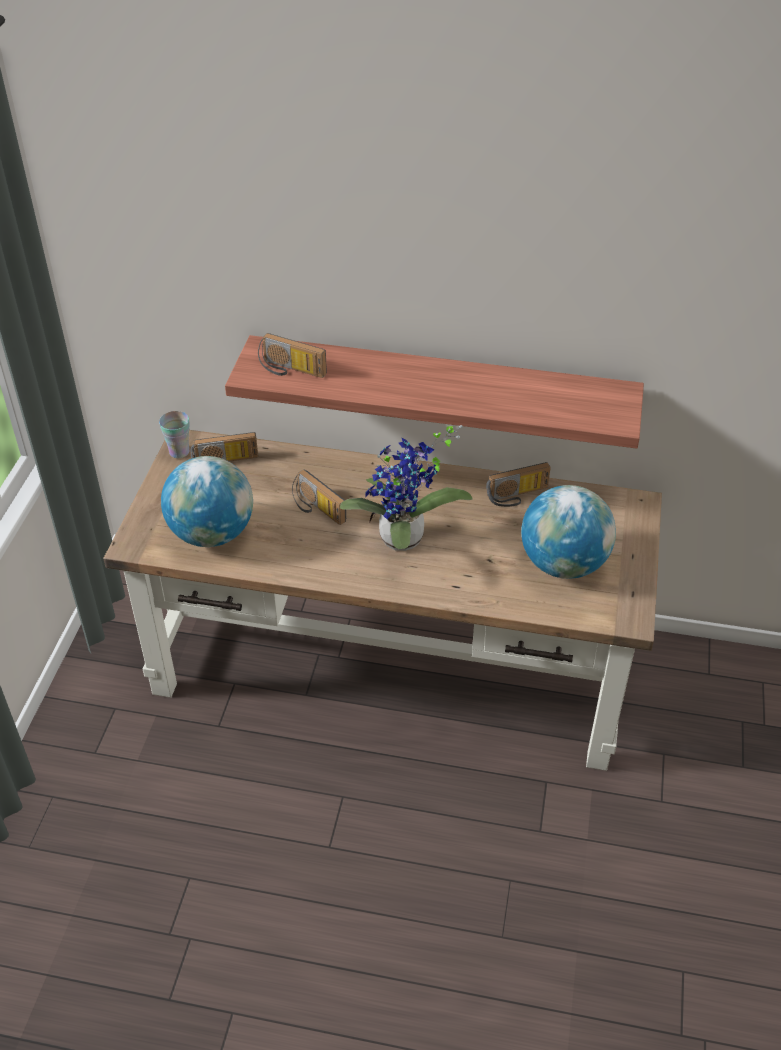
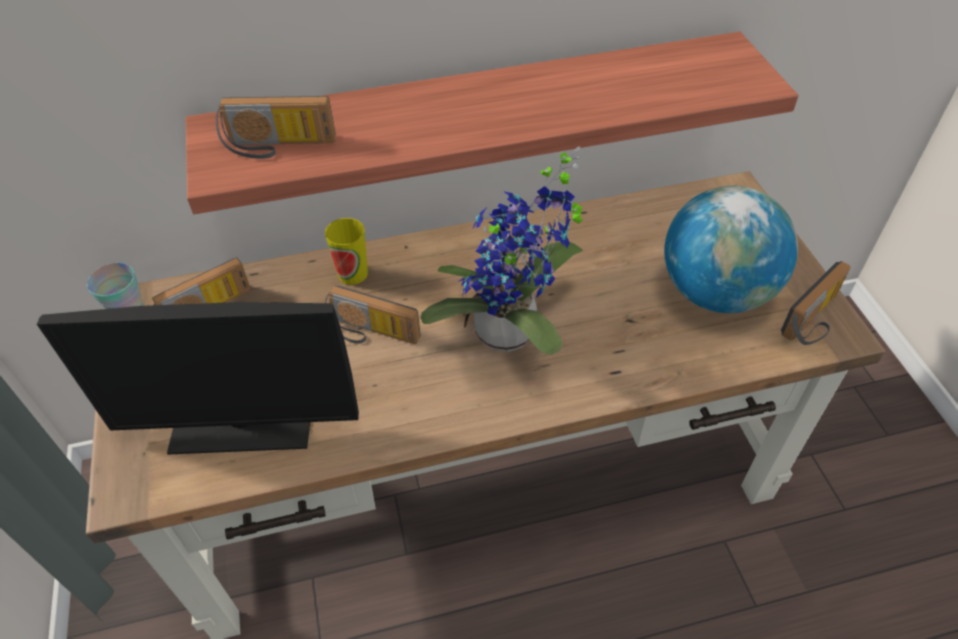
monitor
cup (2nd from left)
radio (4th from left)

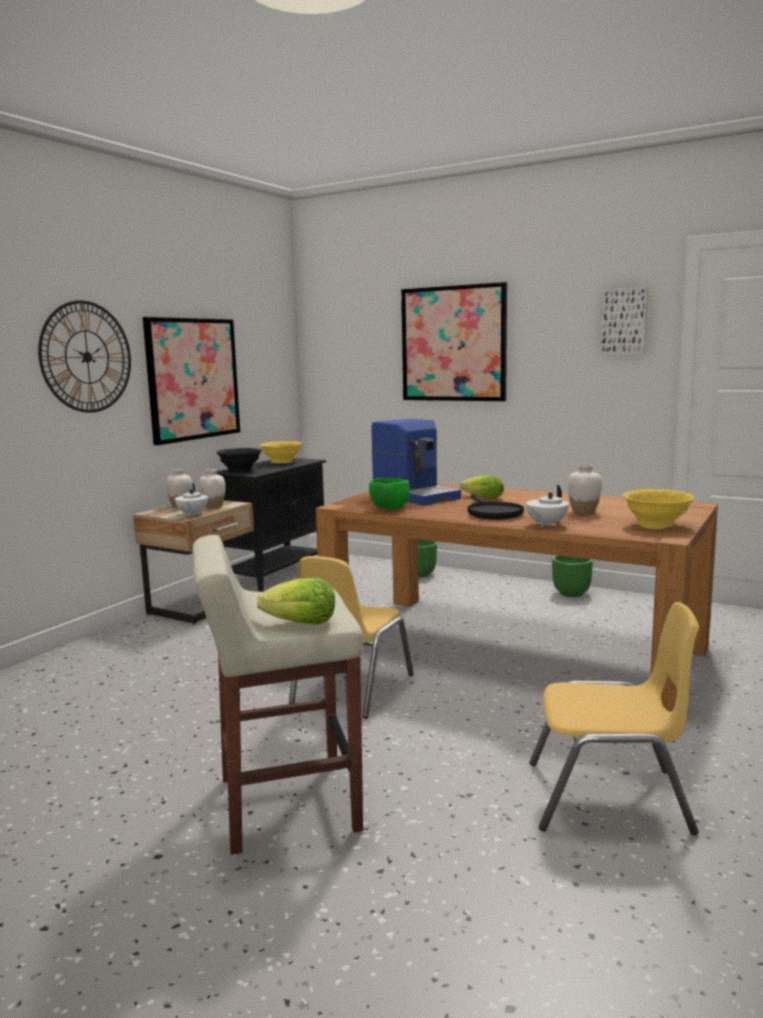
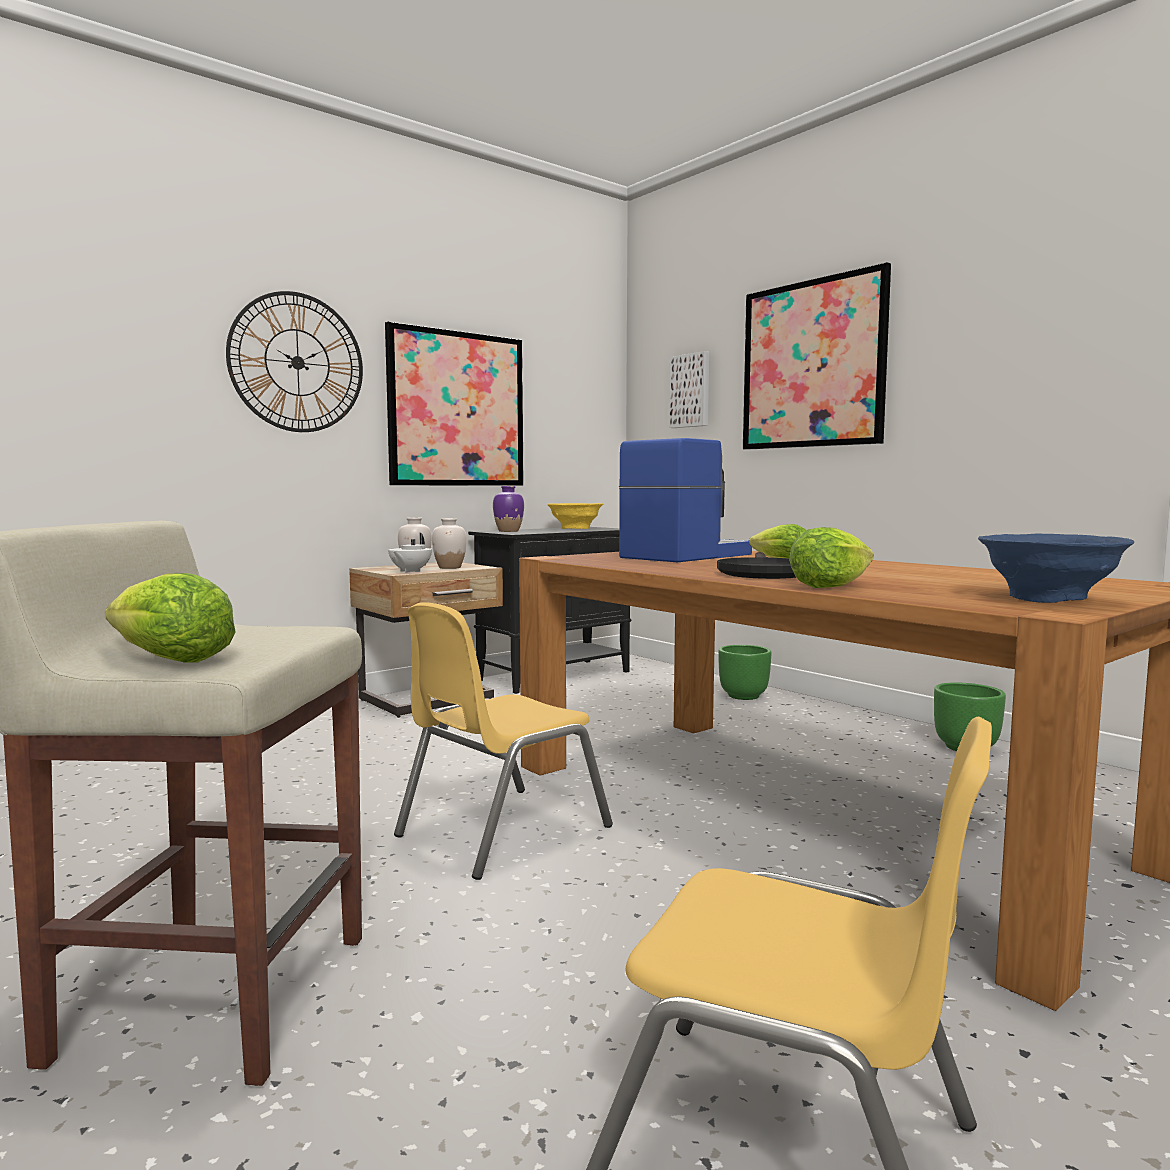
vase in purple
coffee machine
picture (2nd from left)
lettuce (3rd from left)
bowl in blue
bowl in green
vase in white (3rd from left in the first image)

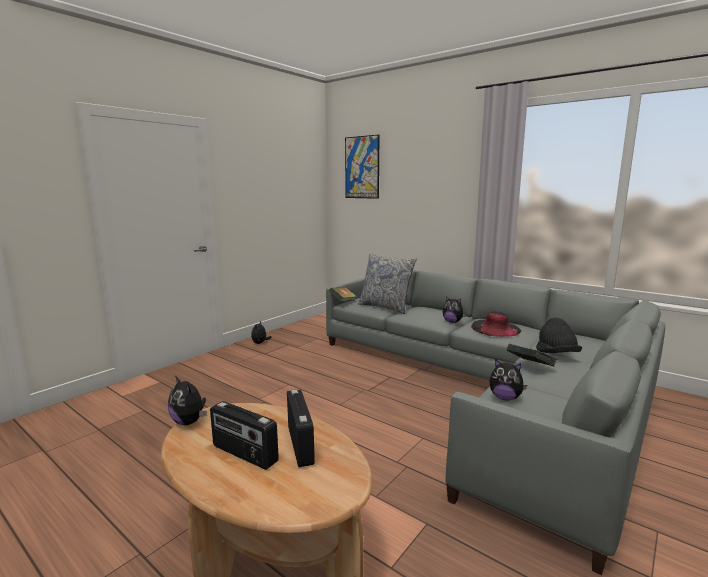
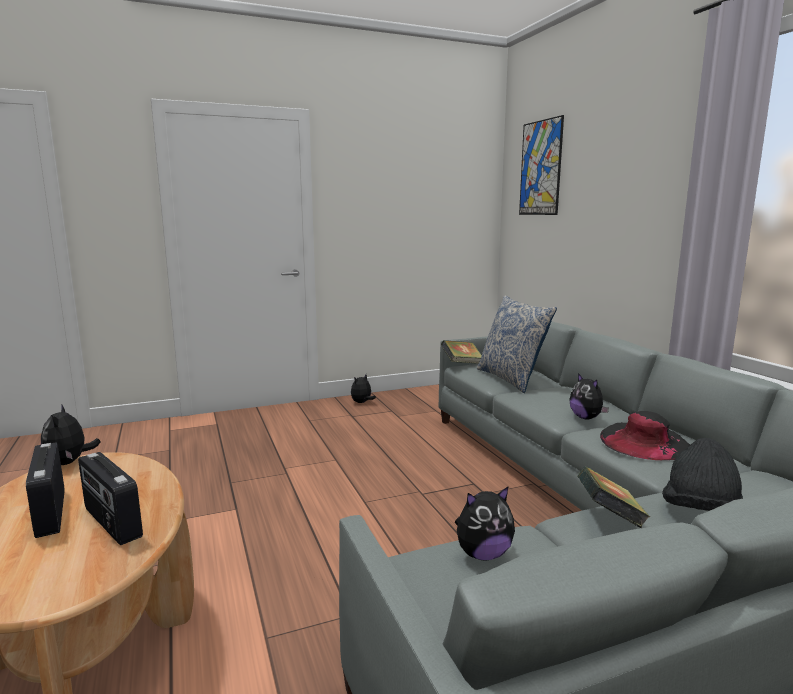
radio (2nd from left)
plush toy (3rd from left)

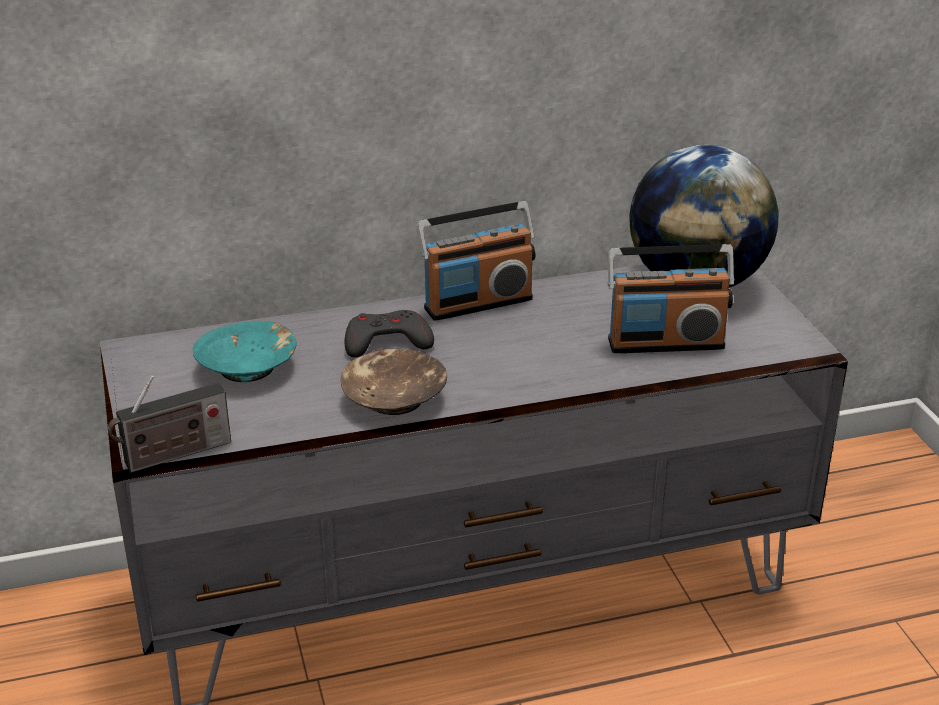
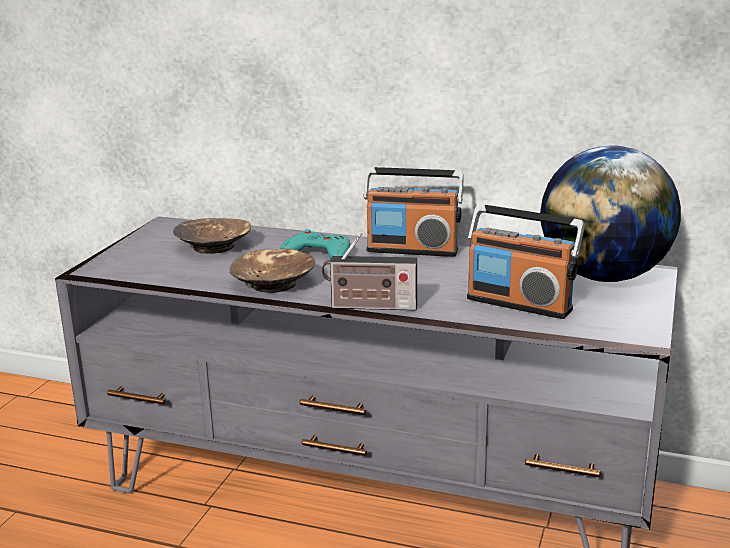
bowl in brown (1st from left)
game controller in turquoise
radio (1st from left)

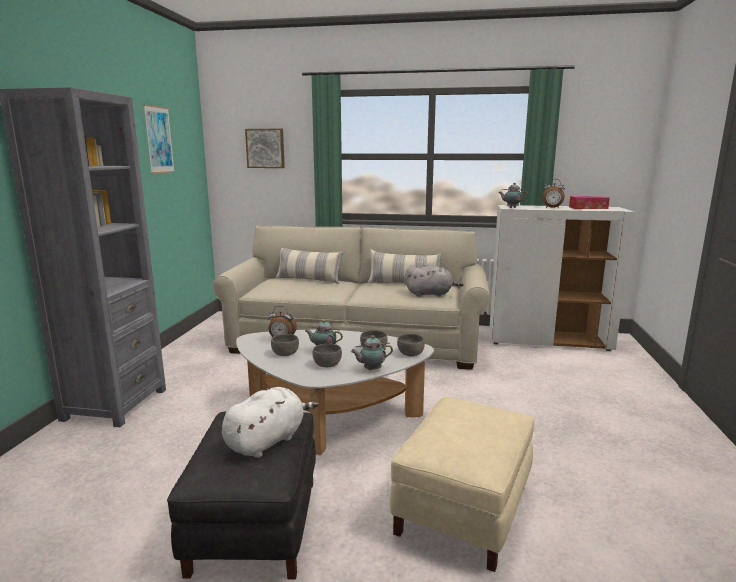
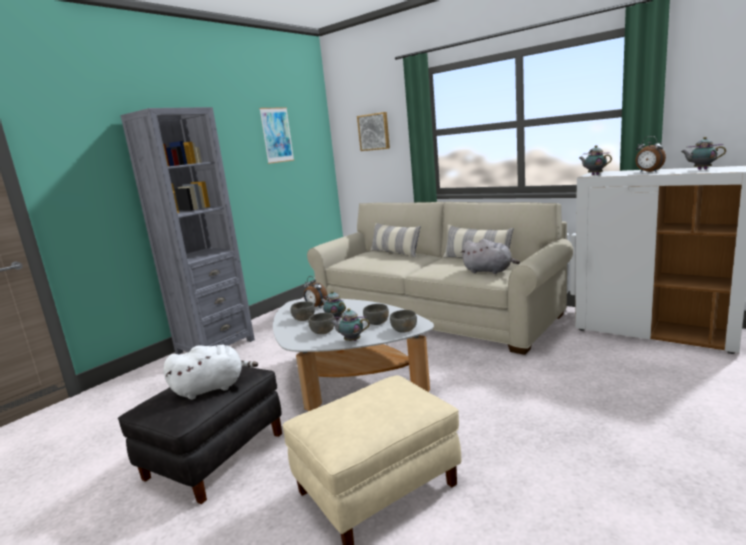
teapot (4th from left)

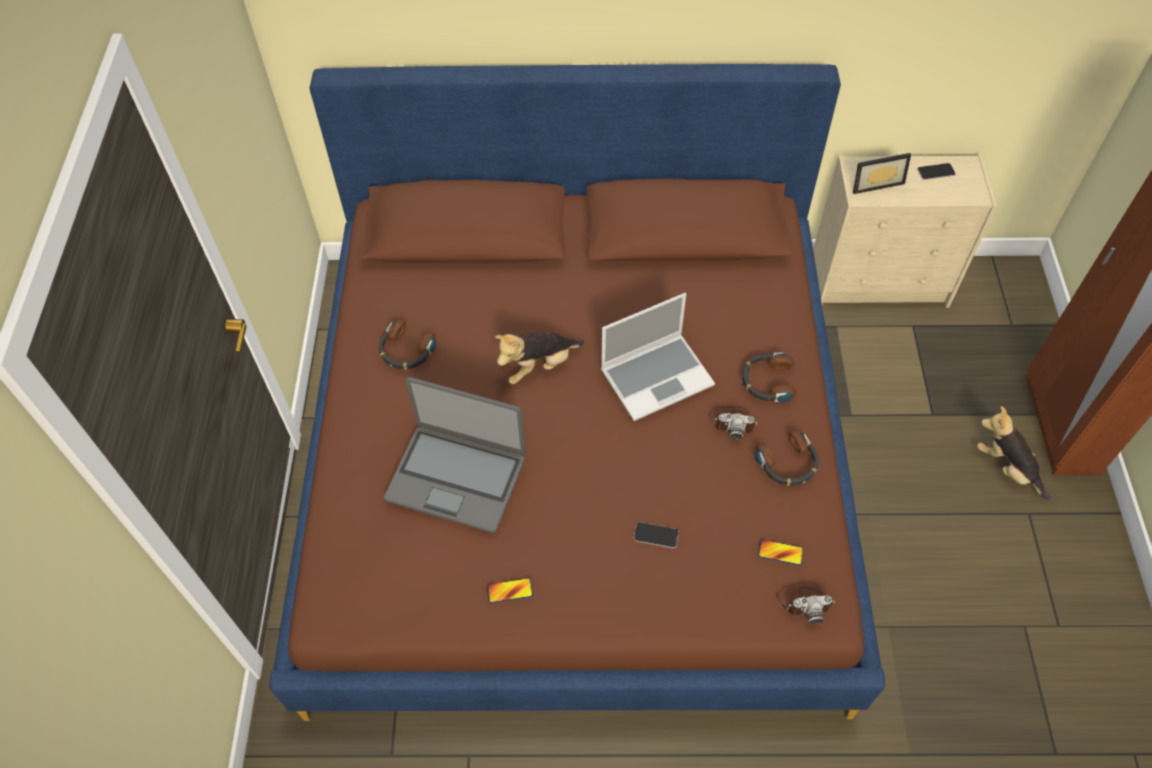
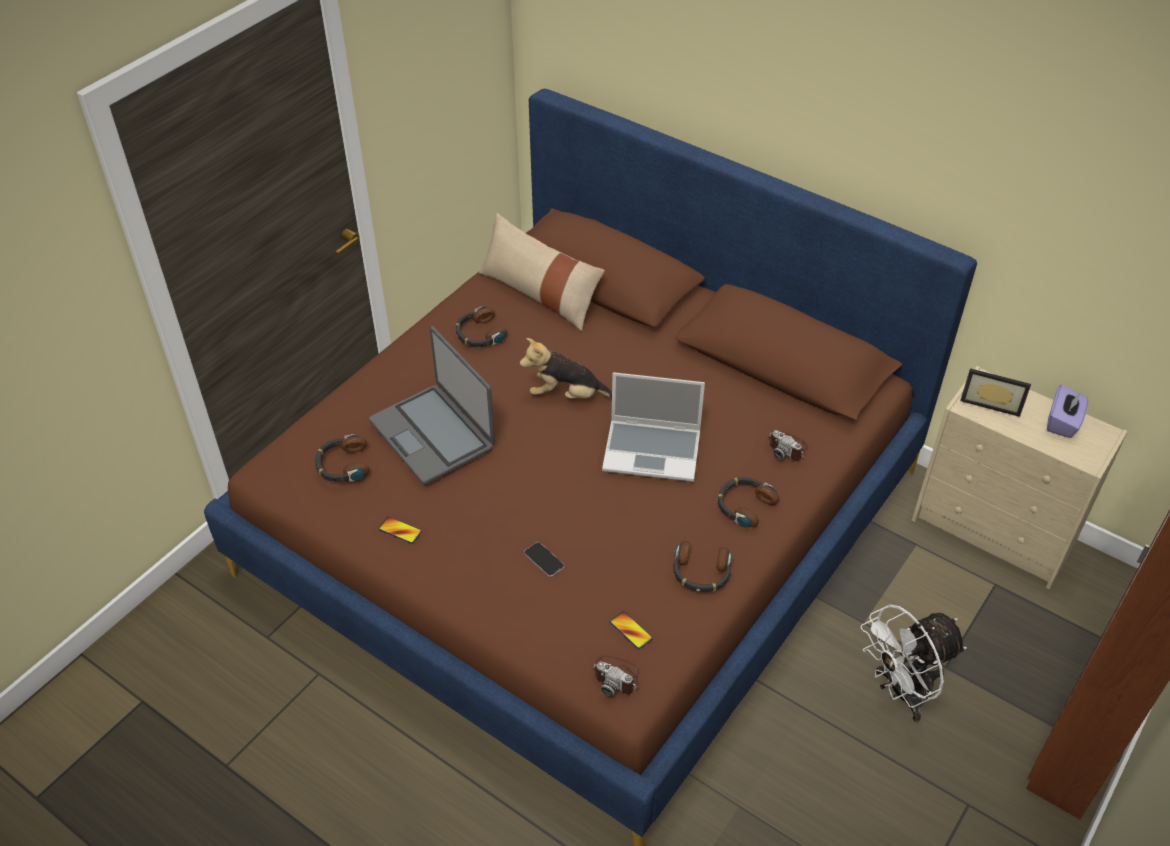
headphones (1st from left)
pillow in beige
photo camera (2nd from left)
fan in white
tissue box in purple
plush toy (2nd from left in the first image)

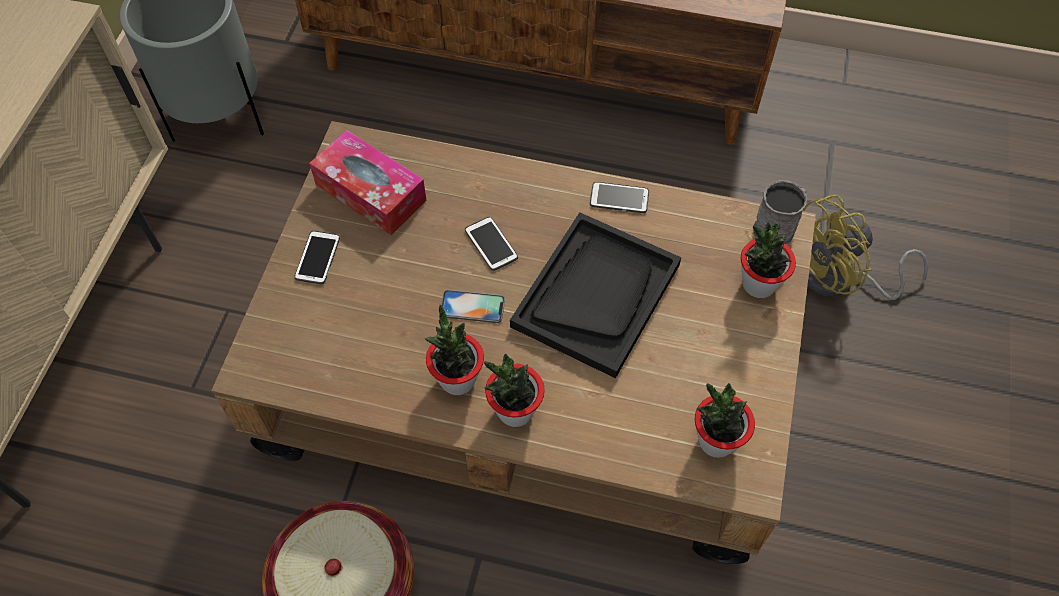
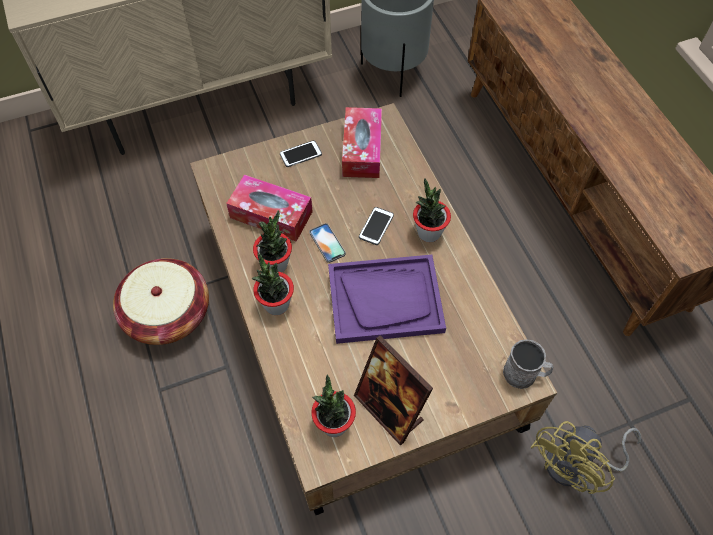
tissue box (1st from left)
tray in purple
picture frame
potted plant (4th from left)
fan in yellow
phone (4th from left in the first image)

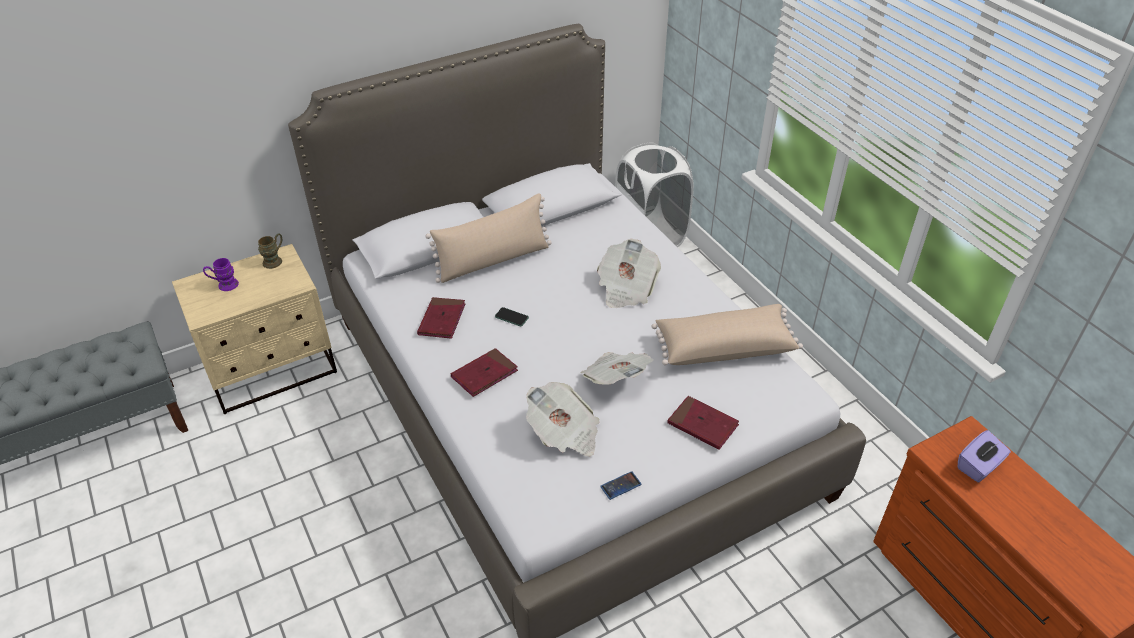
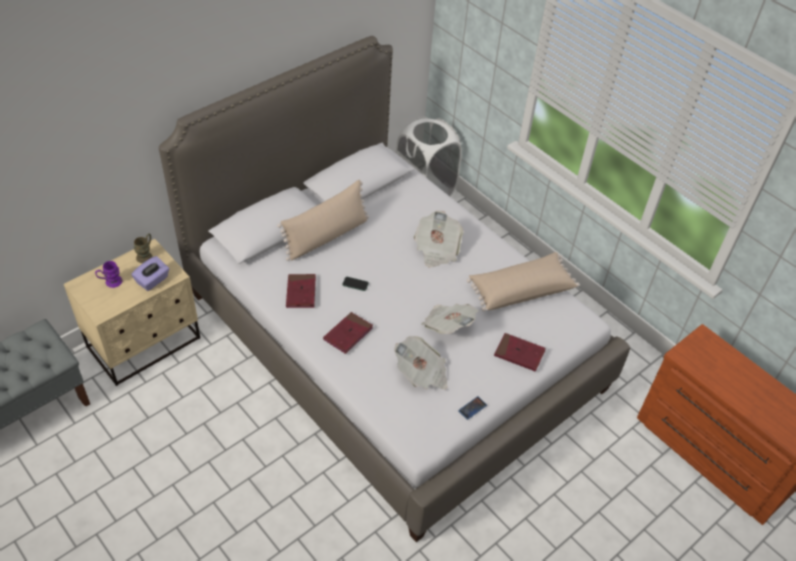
tissue box in purple

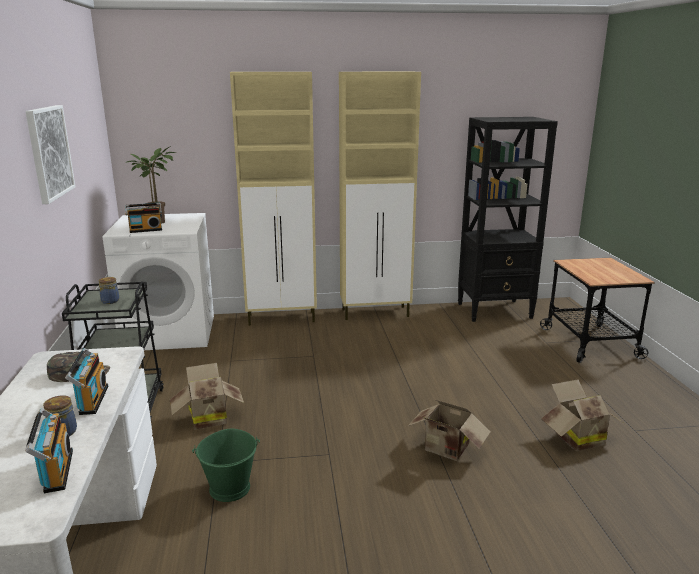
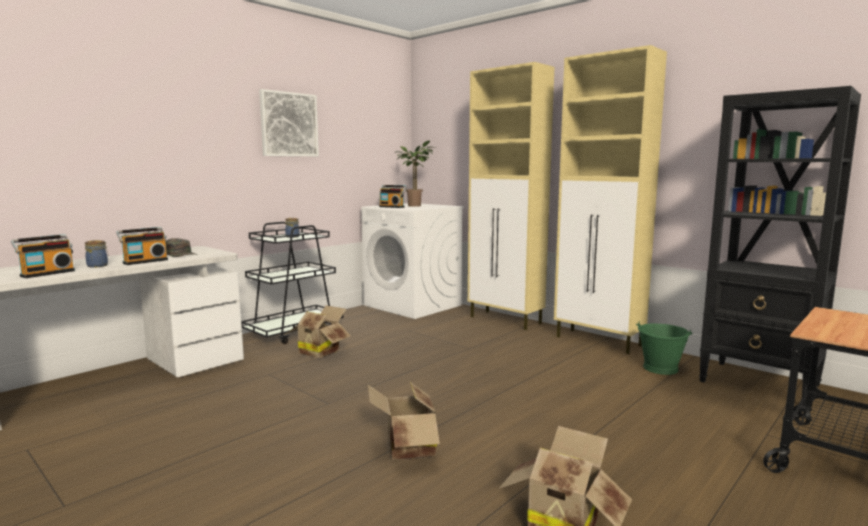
bucket in green

